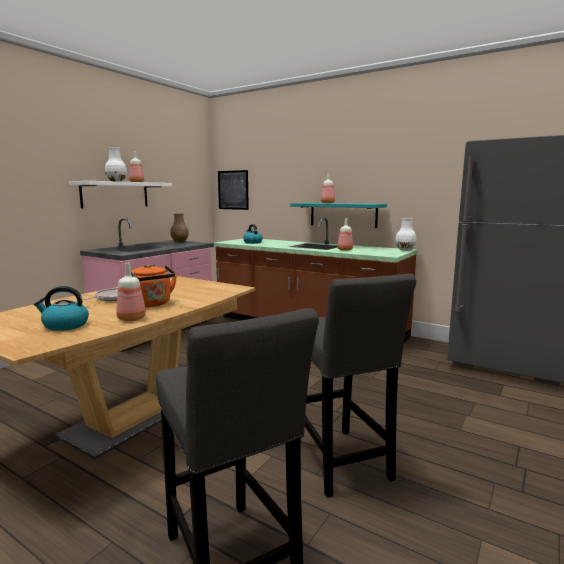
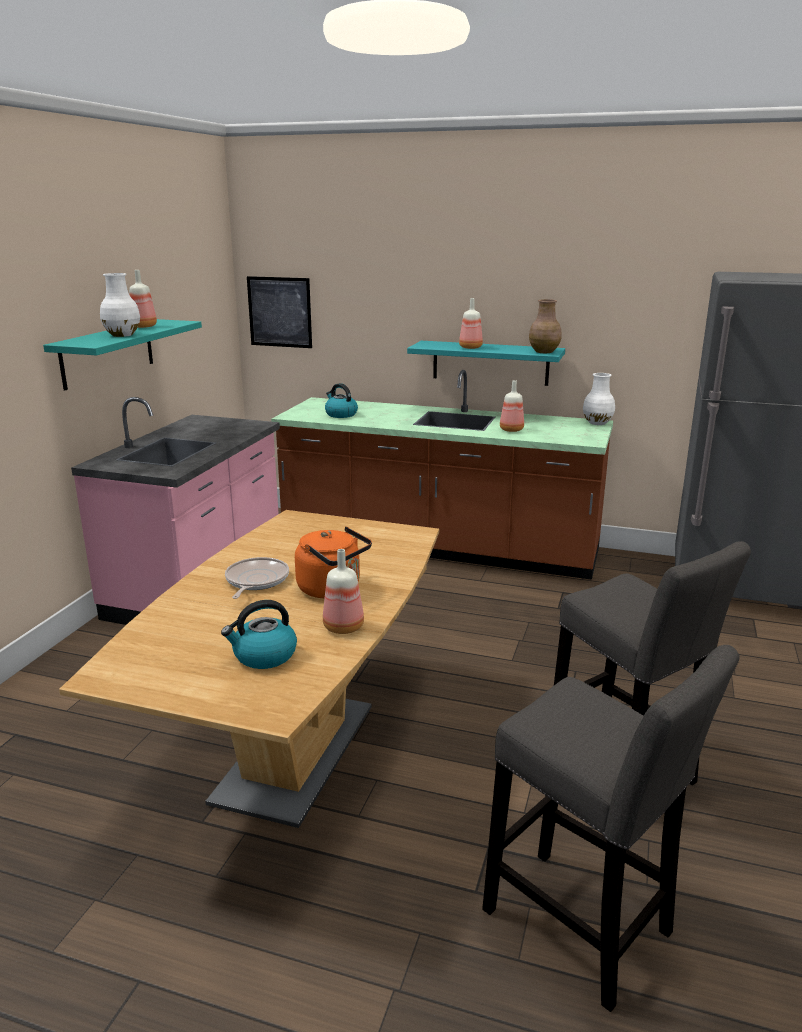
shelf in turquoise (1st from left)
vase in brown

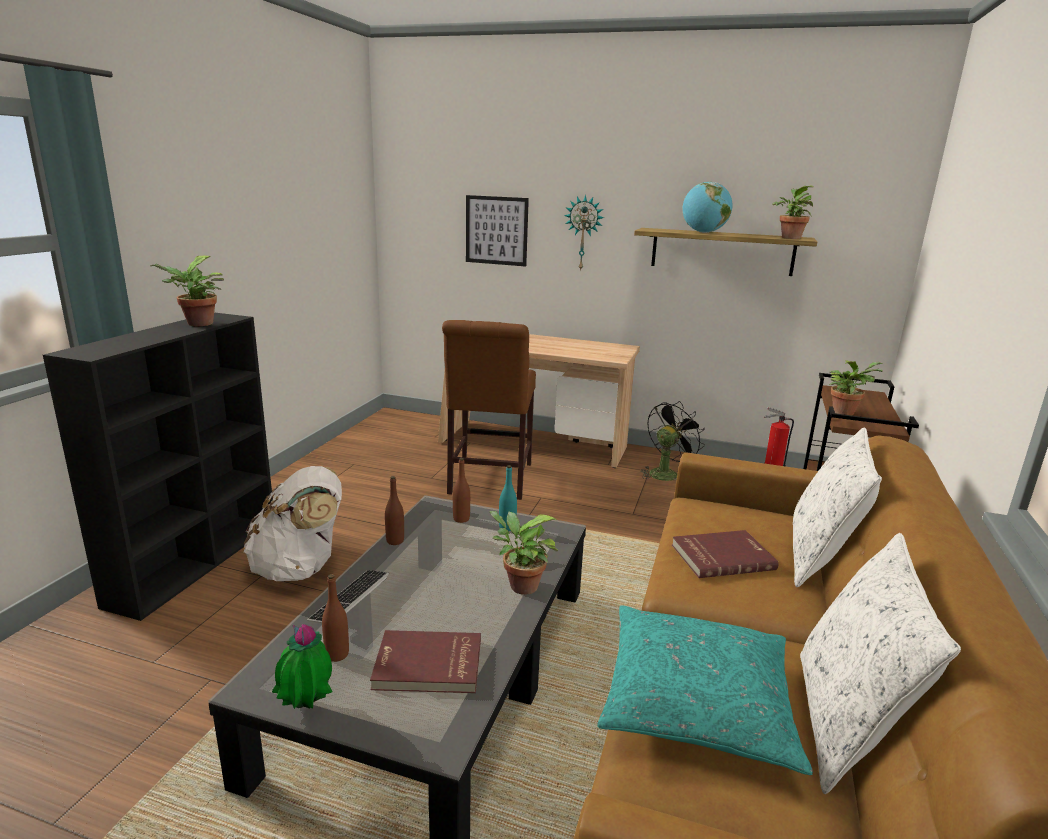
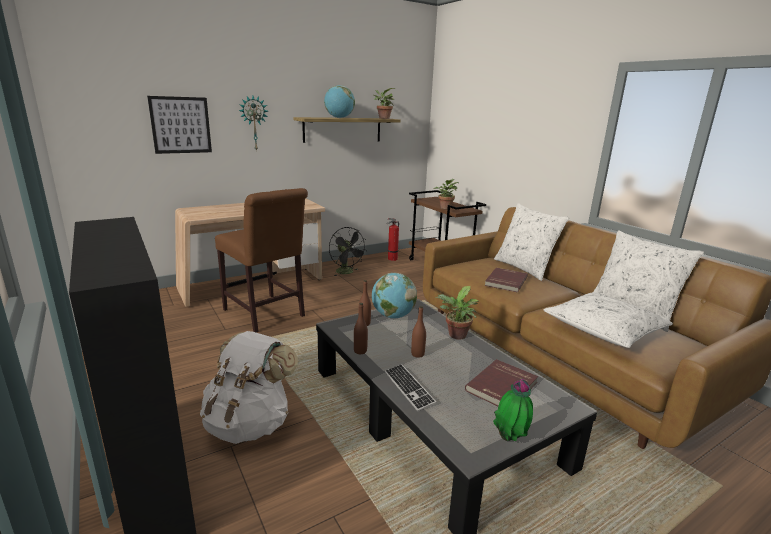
fan in black
globe (2nd from left)
bottle in brown (3rd from left)
pillow in white (2nd from left)
potted plant (1st from left in the first image)

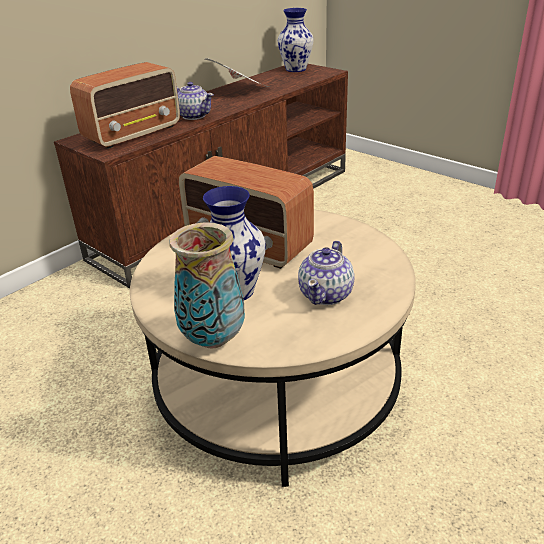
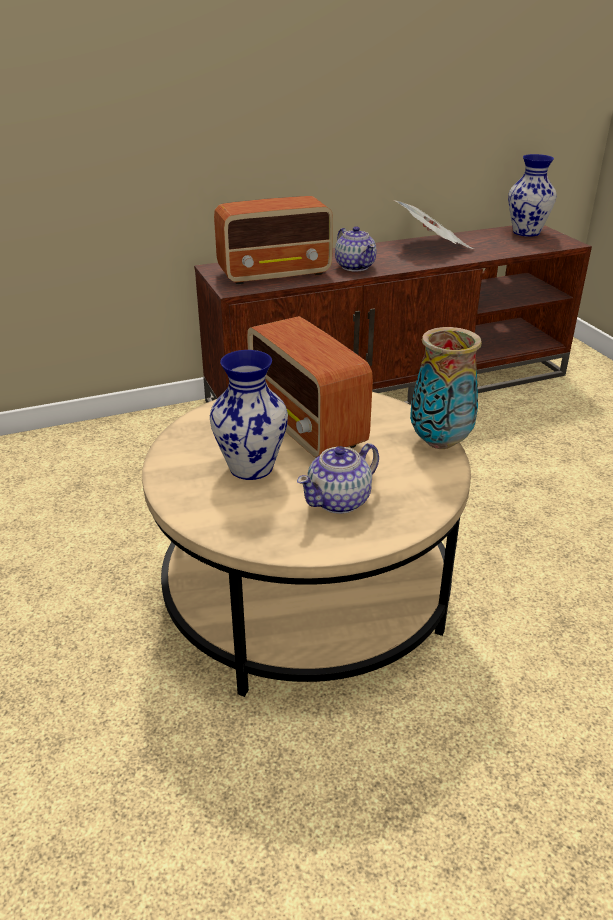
vase (2nd from left)

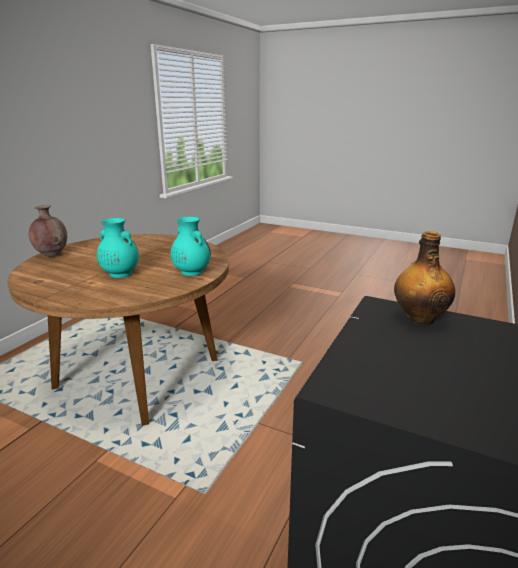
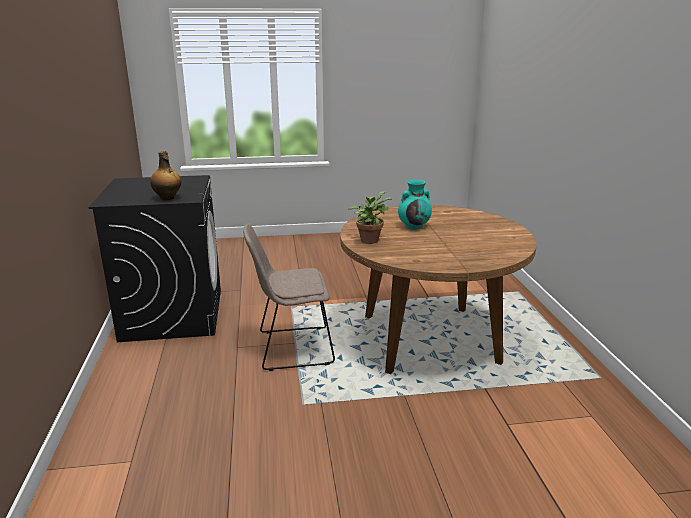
chair in beige
potted plant
vase in brown

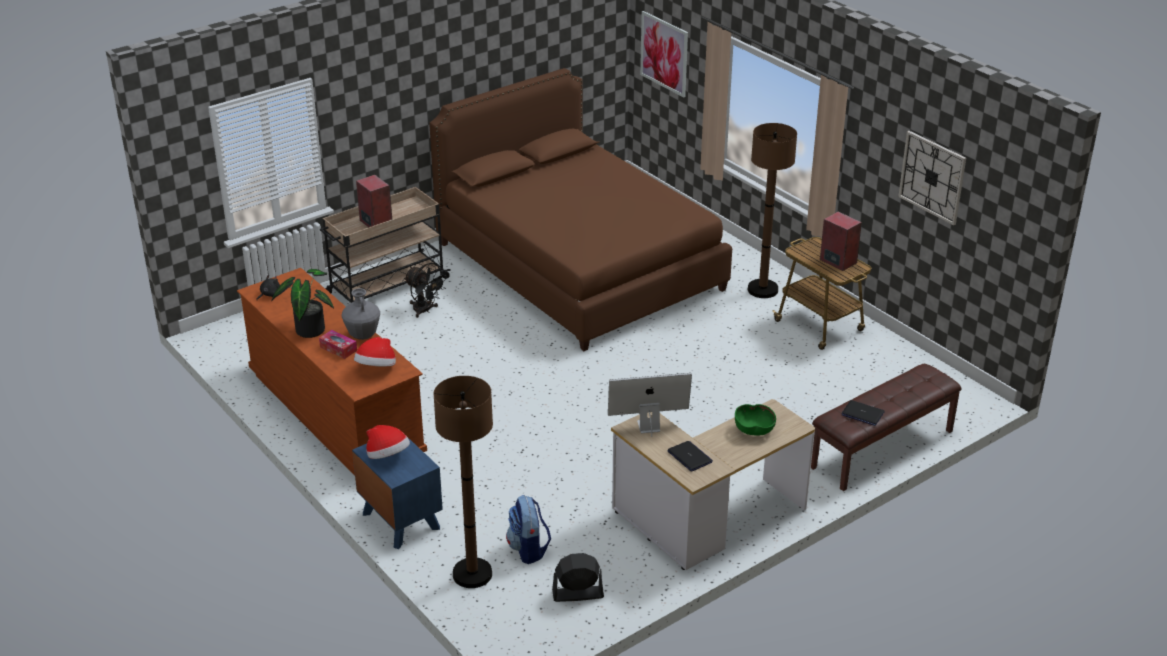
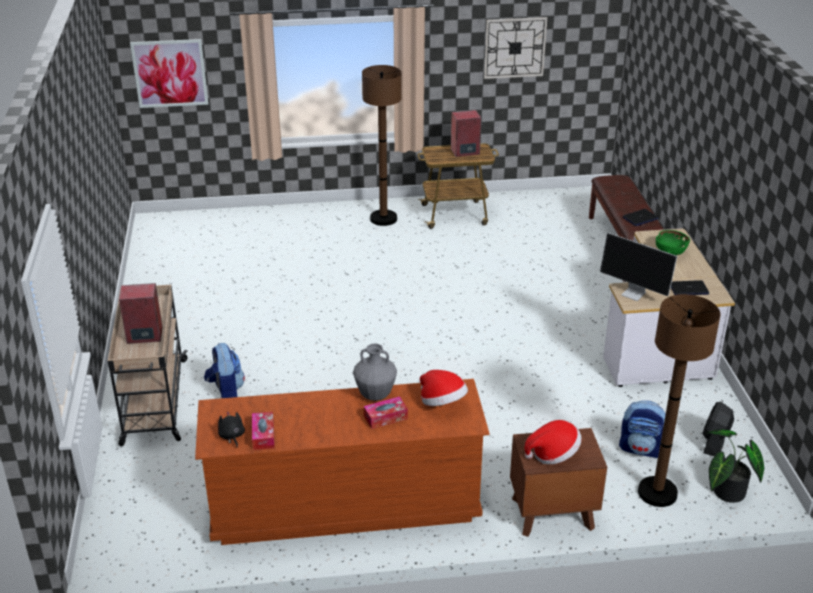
backpack (1st from left)
tissue box (1st from left)
nightstand in brown
monitor
potted plant
bed in brown

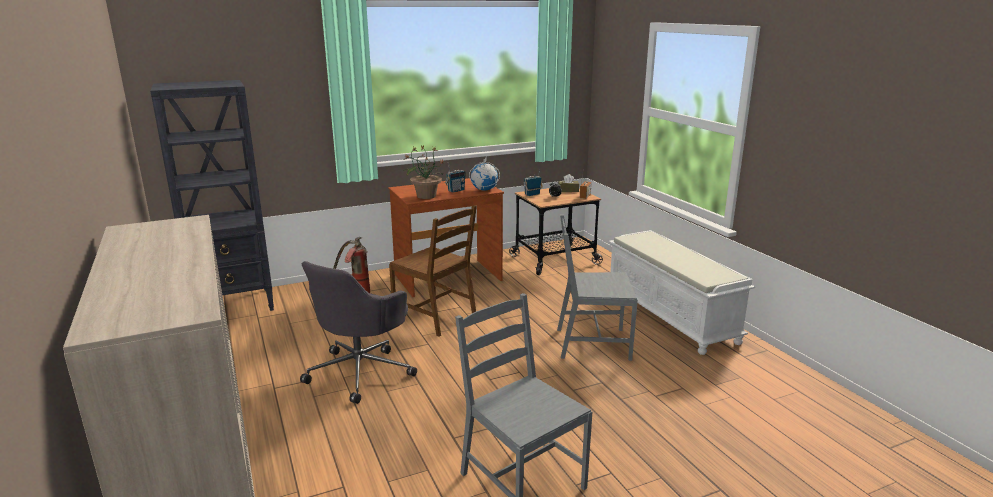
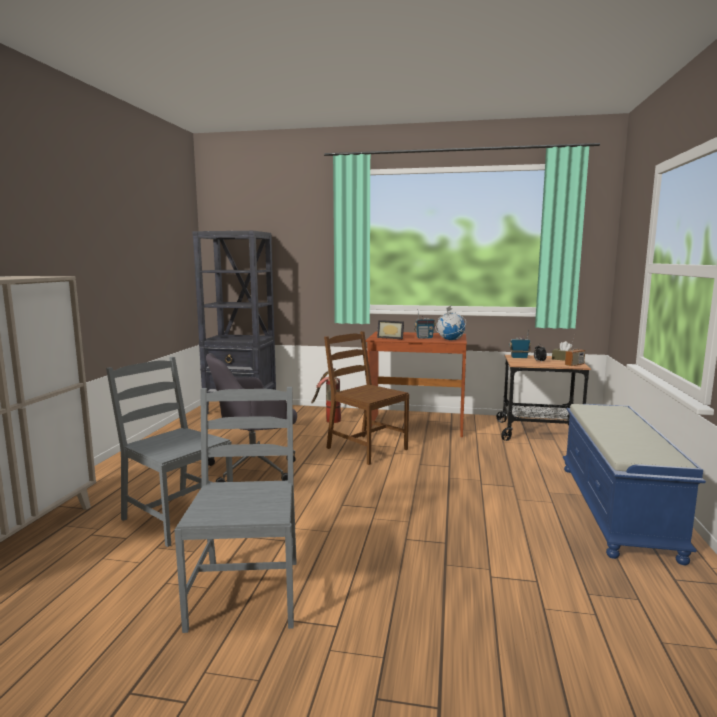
chair in grey (1st from left)
chair in brown
picture frame
bench in blue

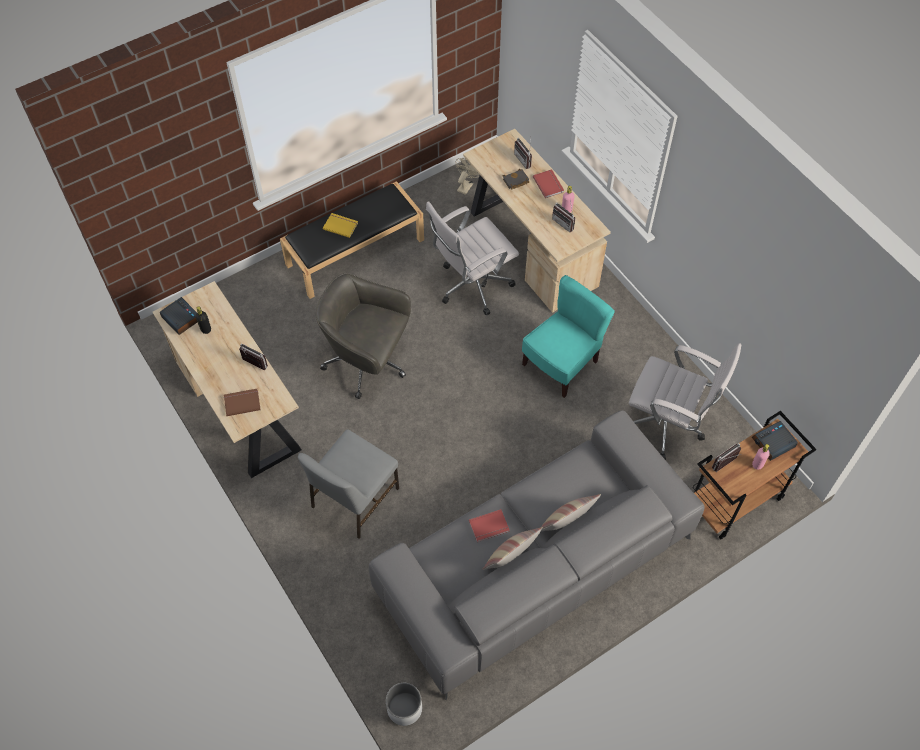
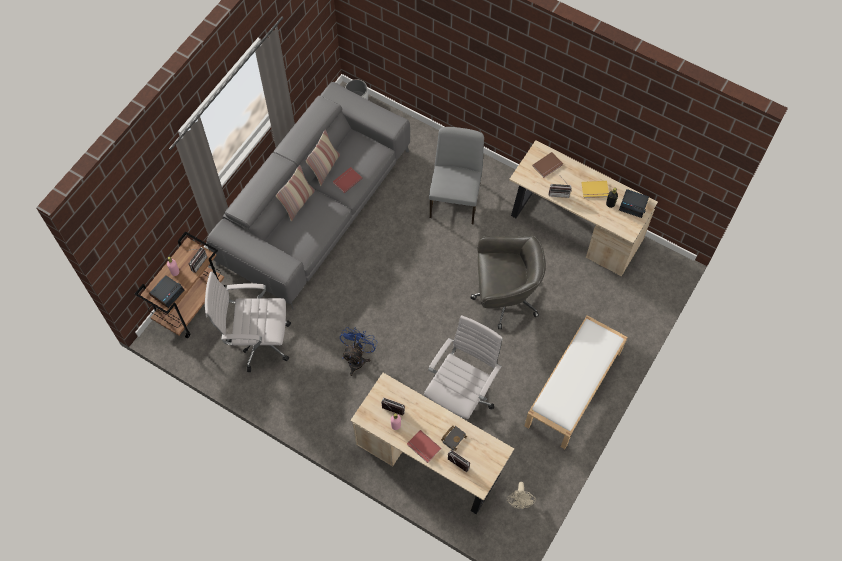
fan in blue
bench in white
book in yellow

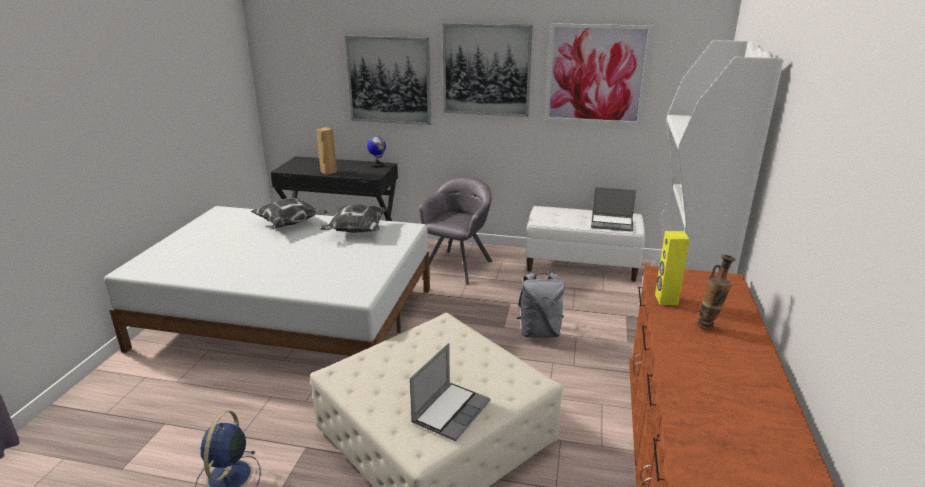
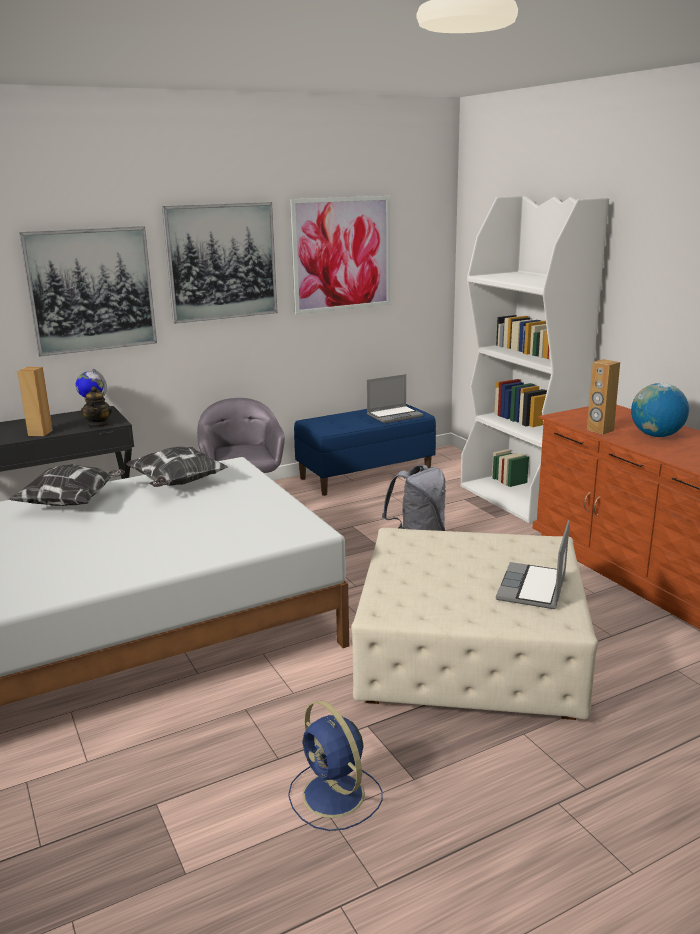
teapot
bench in blue
laptop (2nd from left)
speaker in brown (2nd from left)
globe (2nd from left)

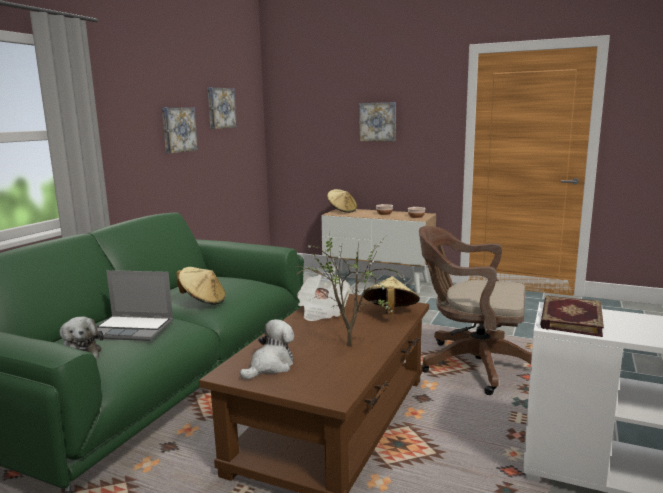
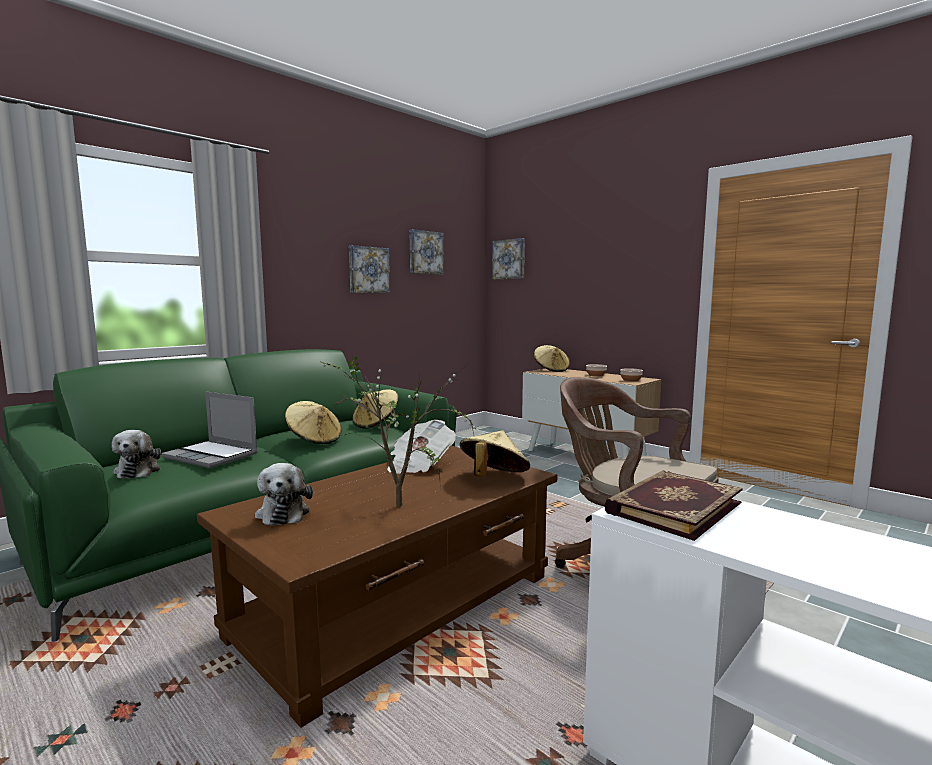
plush toy (2nd from left)
hat in beige (2nd from left)
picture (3rd from left)

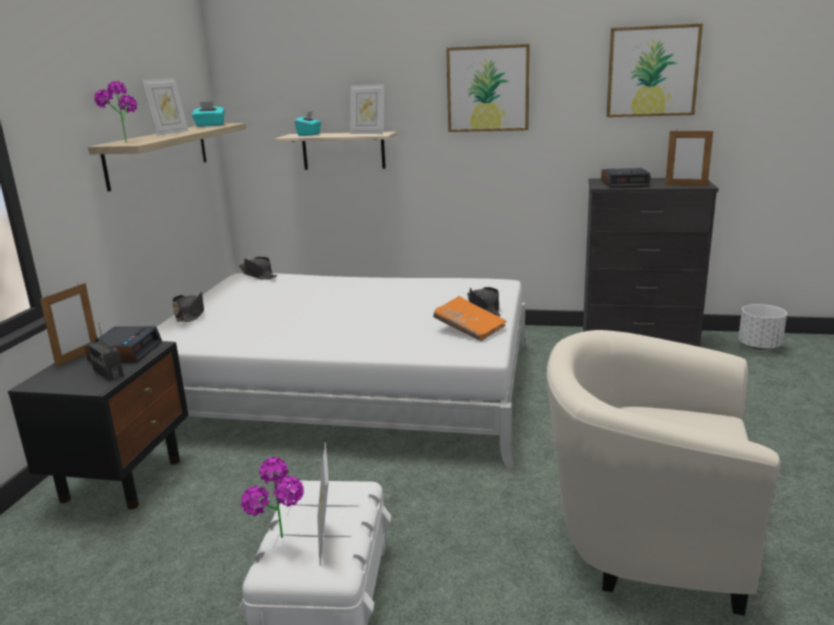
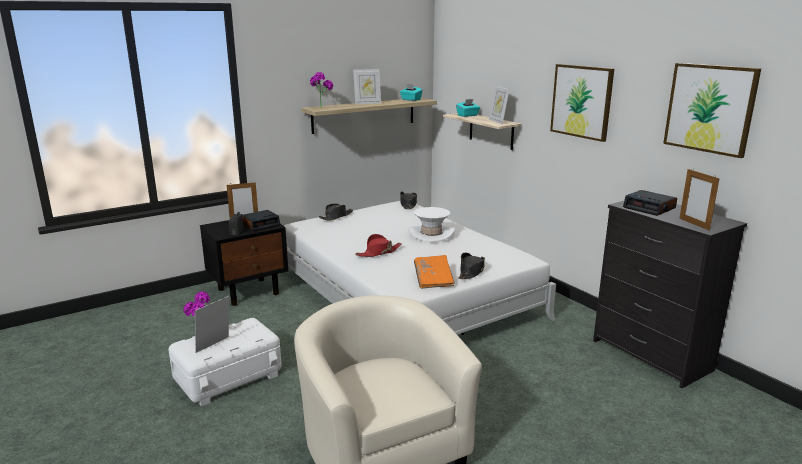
hat in red
hat in white
planter in white

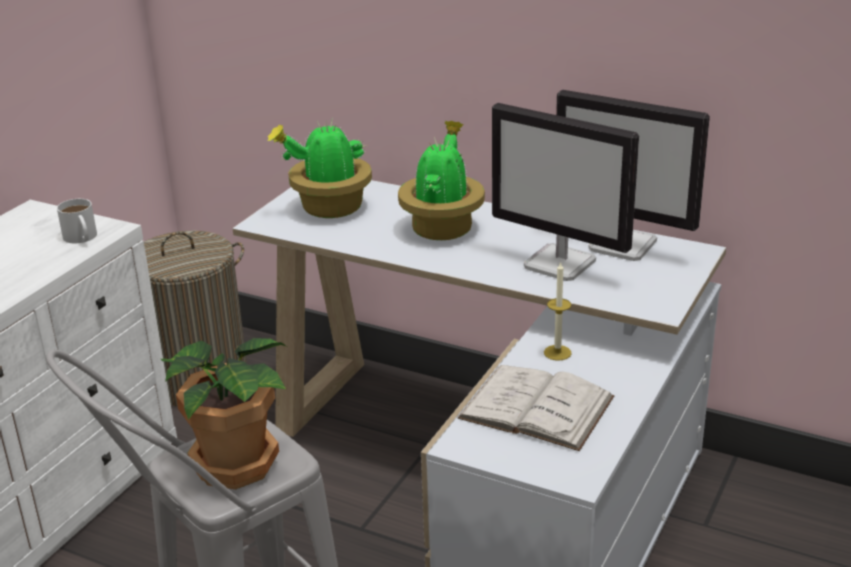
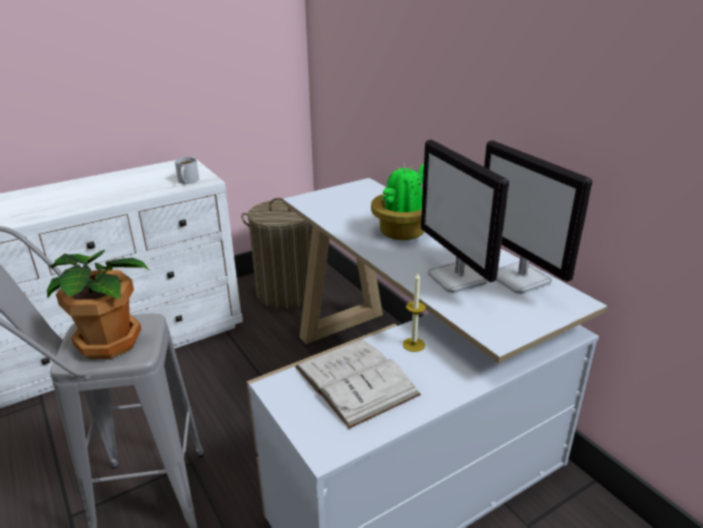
potted plant (2nd from left in the first image)

